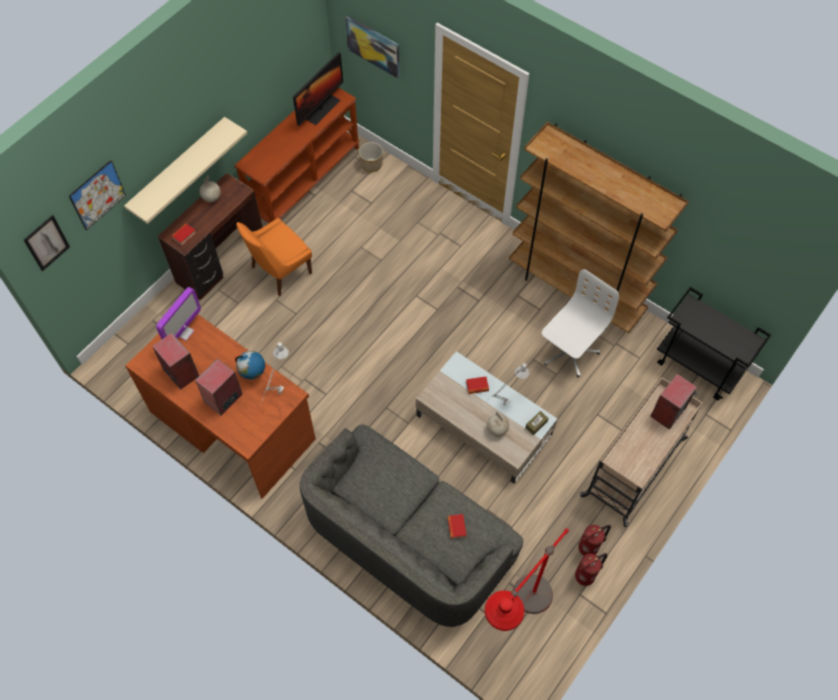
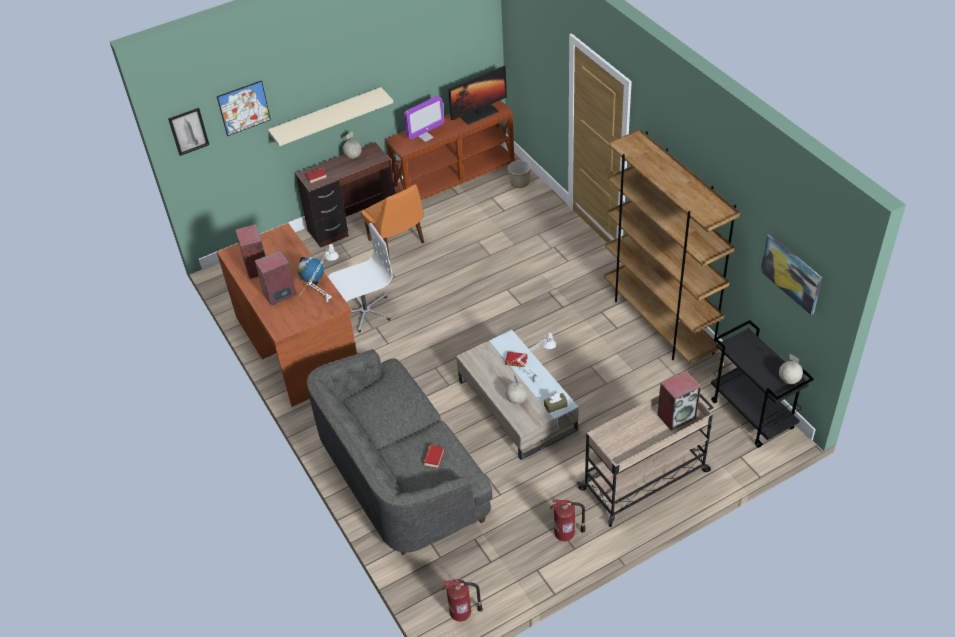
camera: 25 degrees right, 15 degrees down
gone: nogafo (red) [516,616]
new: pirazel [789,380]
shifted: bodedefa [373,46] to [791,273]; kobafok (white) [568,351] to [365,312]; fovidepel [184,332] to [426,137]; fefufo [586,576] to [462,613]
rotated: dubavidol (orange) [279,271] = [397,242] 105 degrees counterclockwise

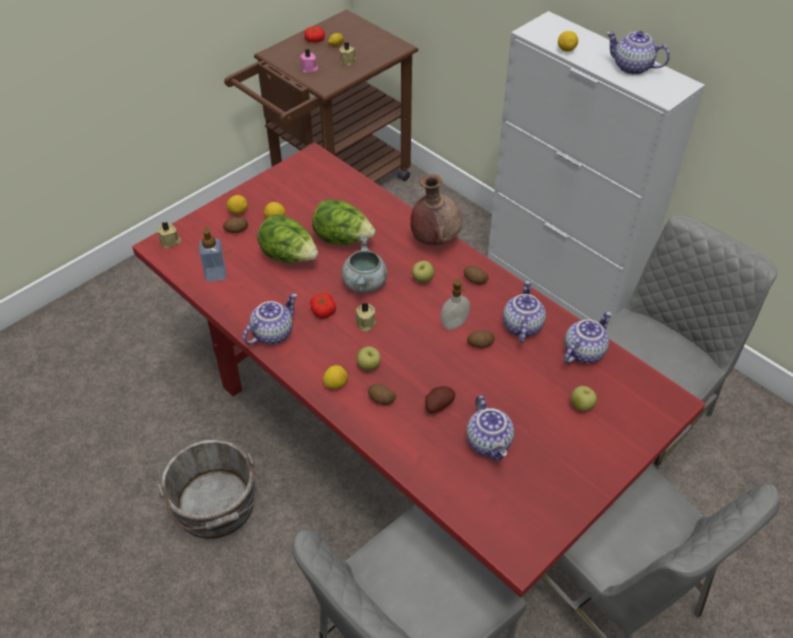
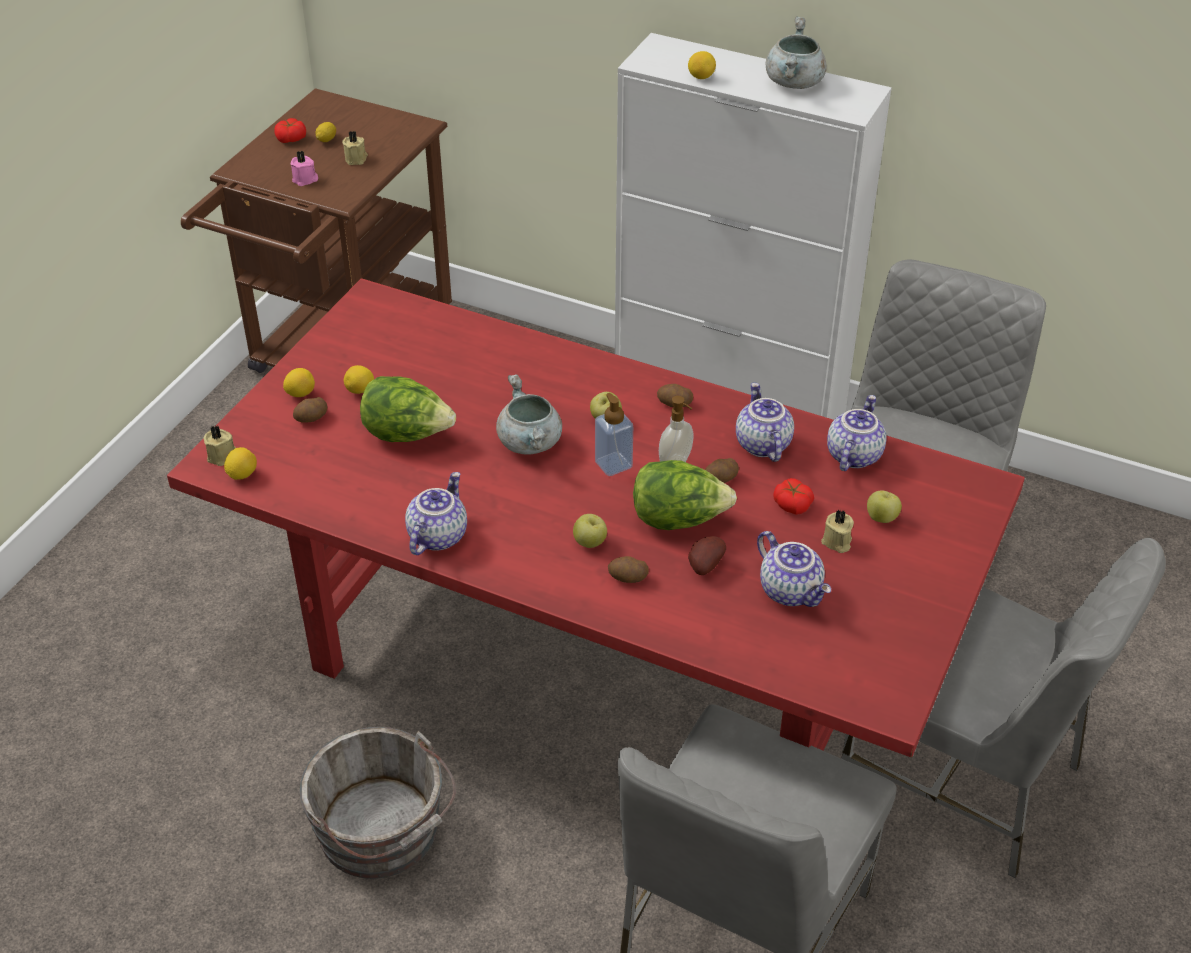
camera: 20 degrees left, 5 degrees down
gone: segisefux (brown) [434,239]
shifted: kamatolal [343,239] to [679,519]; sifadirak [215,274] to [613,464]; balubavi [323,311] to [792,504]; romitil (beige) [365,324] to [836,542]; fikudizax [335,384] to [242,474]
swapped: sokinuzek [632,67] to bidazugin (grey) [795,83]

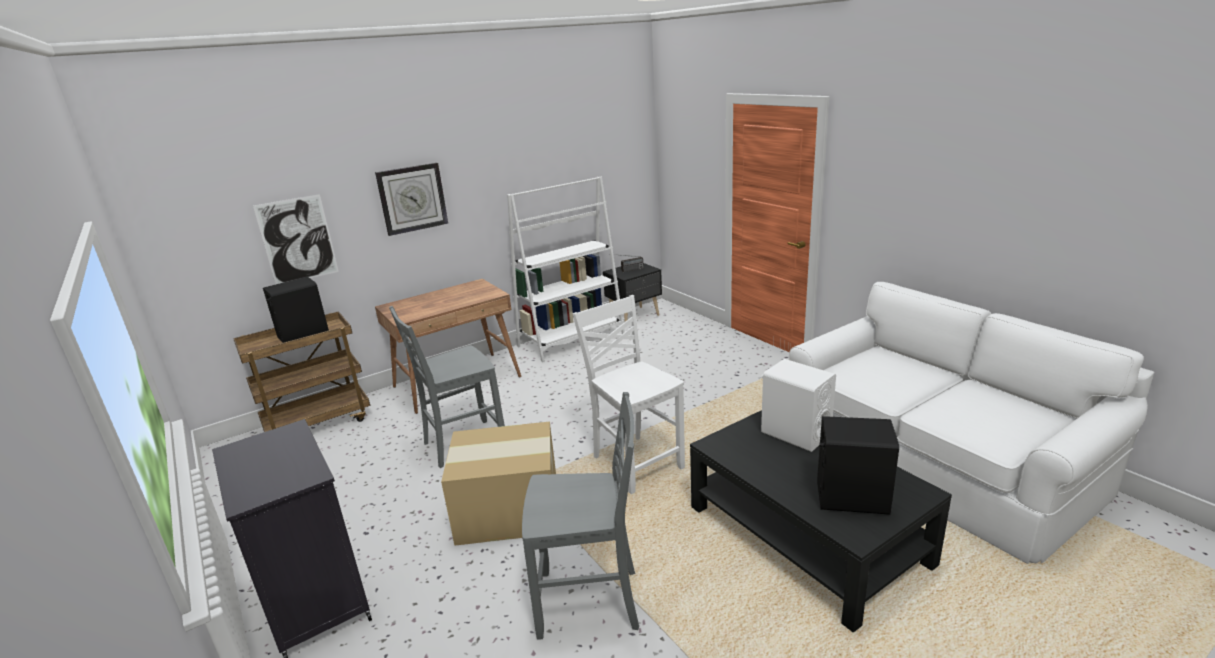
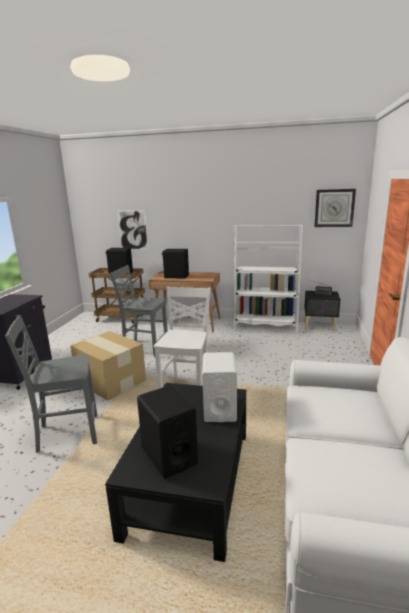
camera: 45 degrees right, 5 degrees down
new: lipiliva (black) [176,276]
shifted: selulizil [412,198] to [334,208]
rotated: dubavidol (grey) [591,602] = [67,433] 120 degrees clockwise

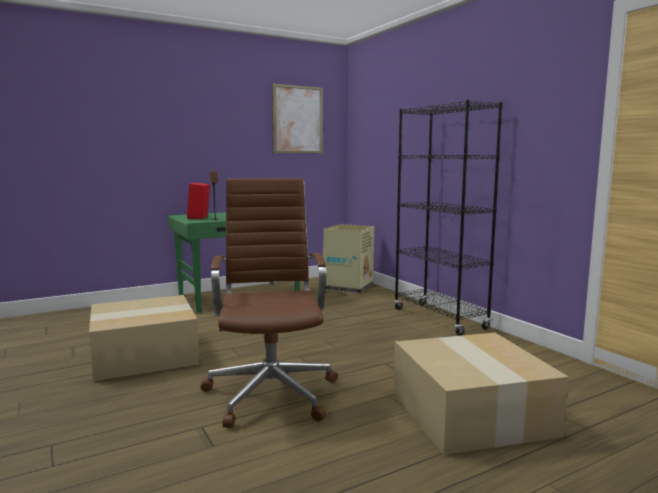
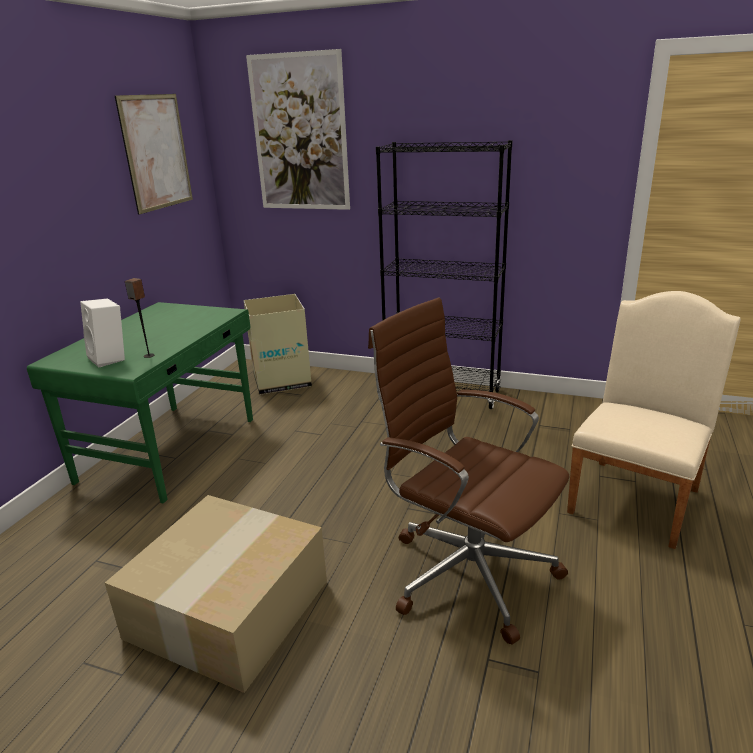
camera: 40 degrees left, 15 degrees up
new: bodedefa [300,134]
swapped: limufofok [474,413] to dubavidol (beige) [637,496]
repainted: lipiliva (red) [199,218] to lipiliva (white) [111,358]

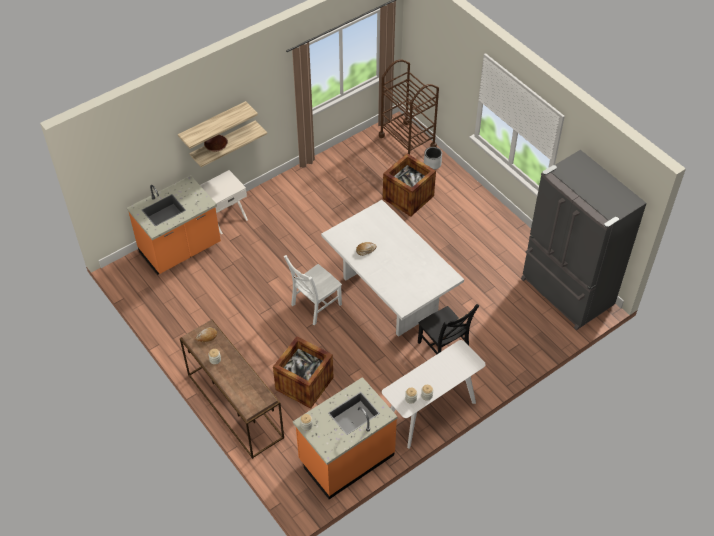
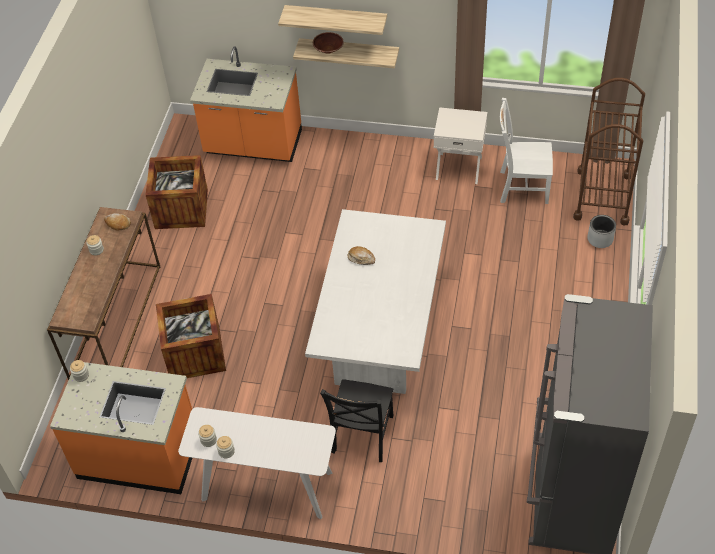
camera: 50 degrees right, 0 degrees up
shifted: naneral [408,197] to [181,209]; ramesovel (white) [226,217] to [459,167]; dubavidol (white) [314,306] to [521,187]

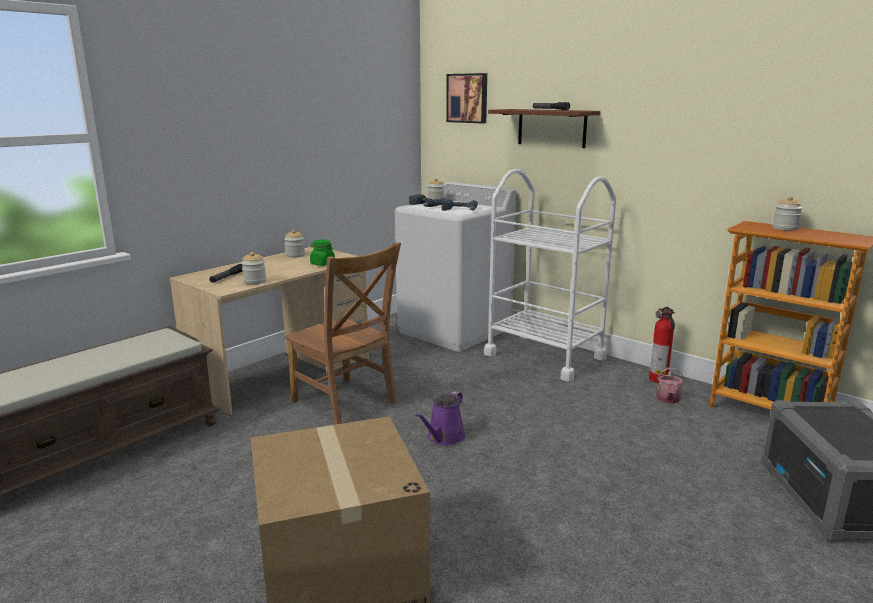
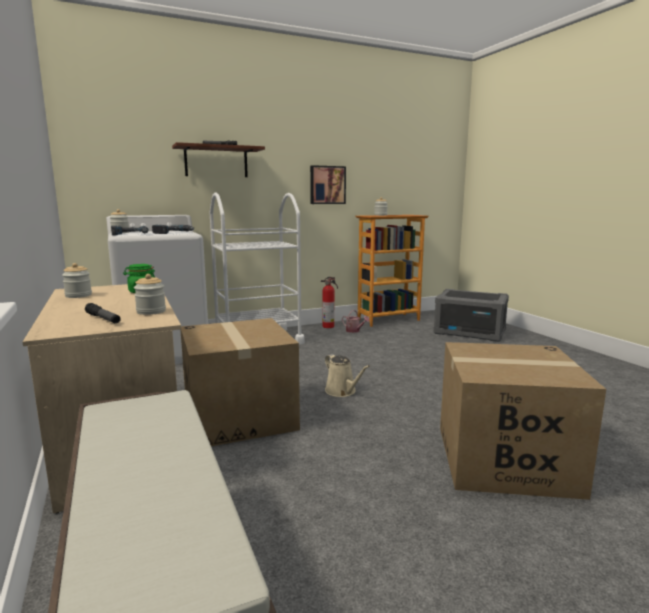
camera: 65 degrees left, 5 degrees down
shifted: bodedefa [468,98] to [327,185]
swapped: dubavidol (brown) [346,403] to limufofok [240,416]
repainted: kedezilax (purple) [444,438] to kedezilax (beige) [342,391]

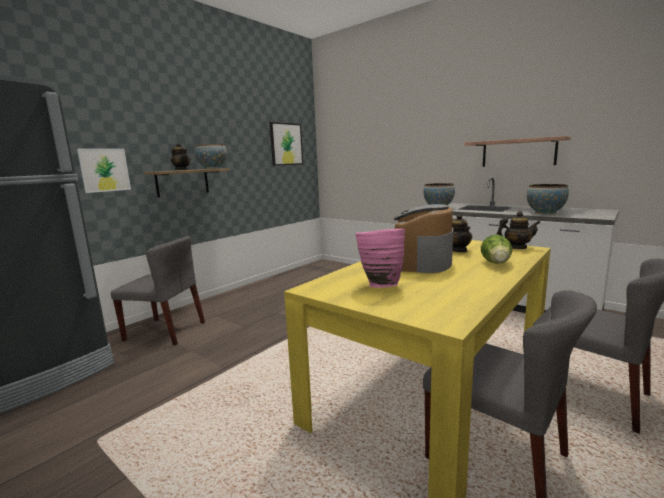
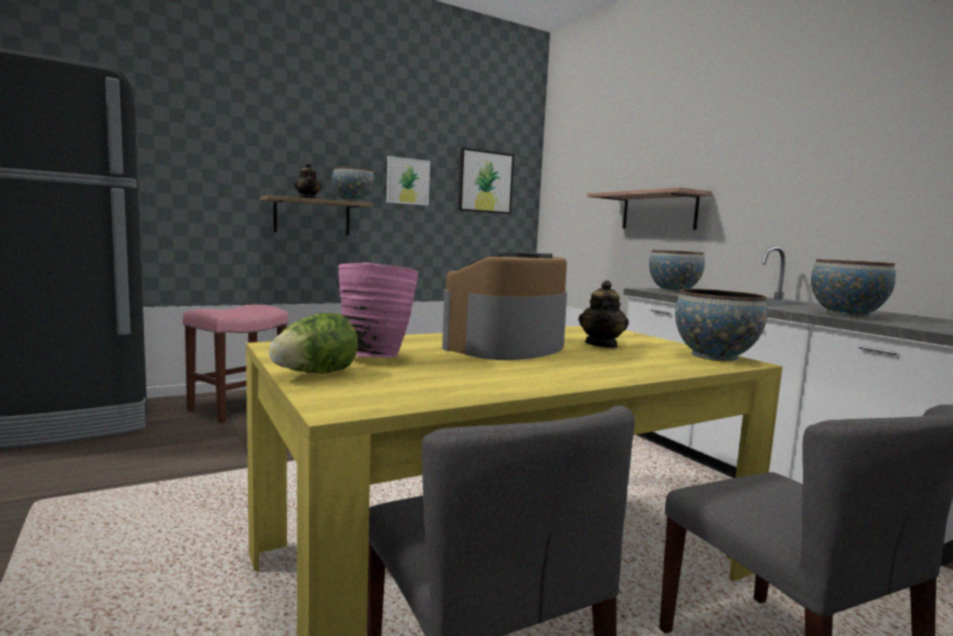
camera: 20 degrees right, 5 degrees down
shifted: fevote [518,153] to [659,211]; bodedefa [104,170] to [408,181]; kamatolal [496,264] to [315,374]
swapped: sokinuzek [516,247] to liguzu [714,356]; dubavidol (grey) [166,331] to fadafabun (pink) [237,408]

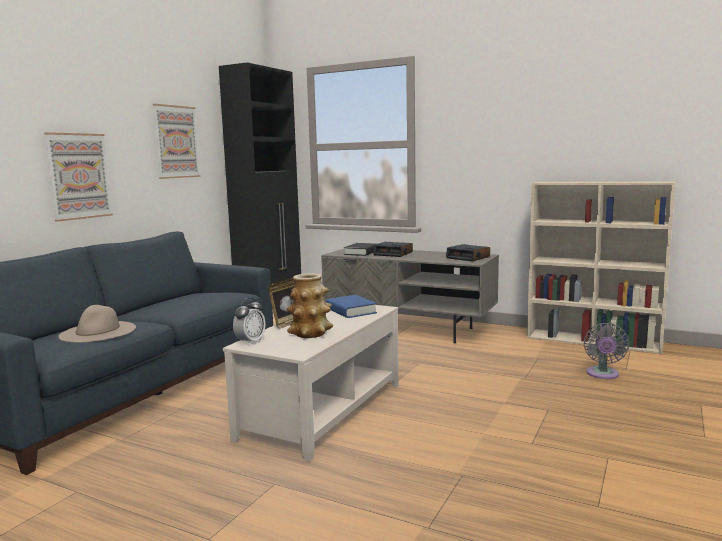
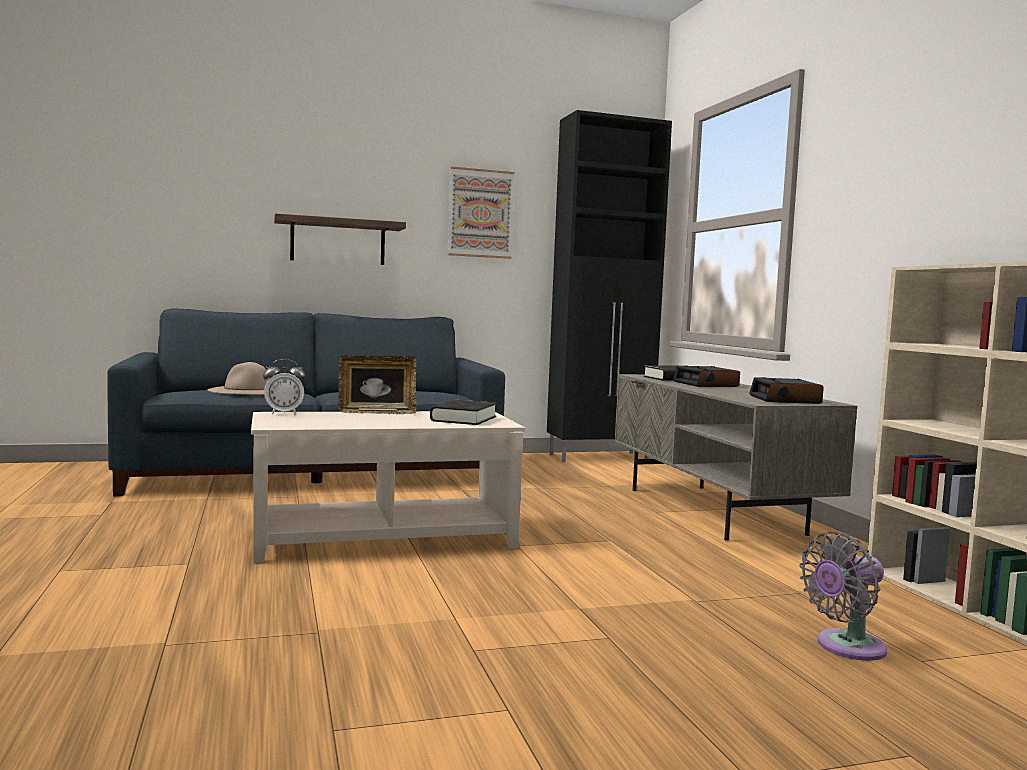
camera: 45 degrees right, 5 degrees down
gone: segisefux [311,333]
swapped: bodedefa [79,176] to fevote [338,242]
repainted: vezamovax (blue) [351,311] to vezamovax (black) [464,419]

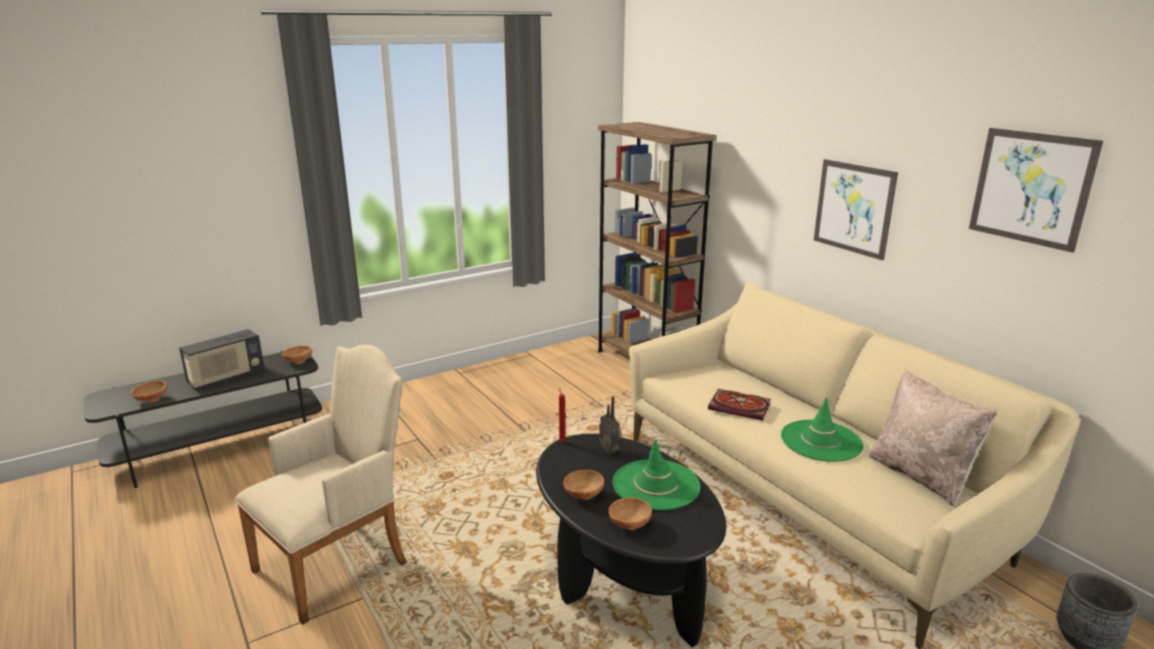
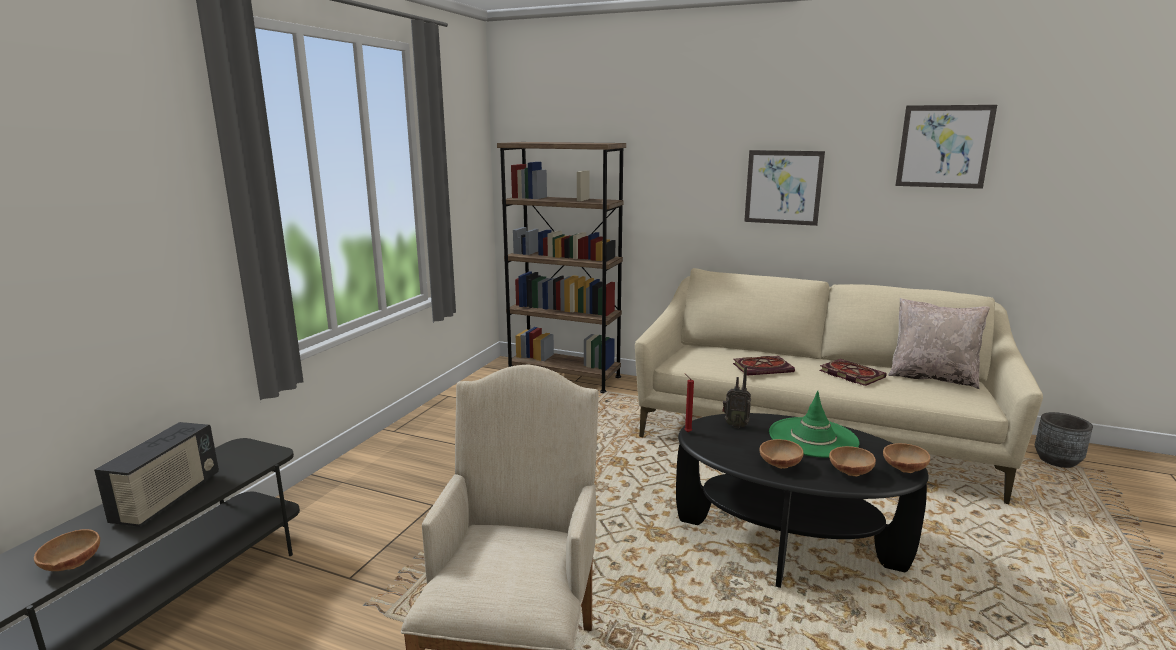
camera: 35 degrees left, 5 degrees down
shifted: liguzu (brown) [298,361] to [903,469]
swapped: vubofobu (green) [821,441] to vezamovax [849,374]

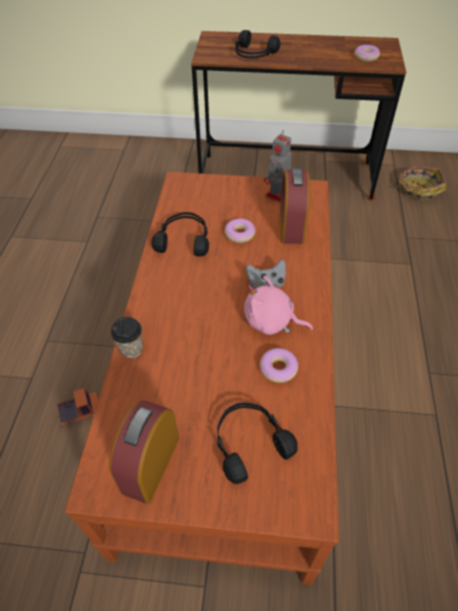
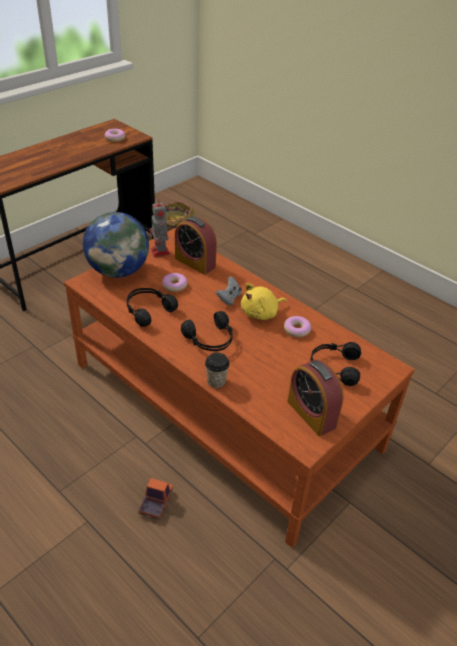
camera: 55 degrees left, 10 degrees down
new: pirazel [118,271]
shifted: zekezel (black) [253,55] to [210,340]
repainted: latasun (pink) [271,321] to latasun (yellow) [261,313]

